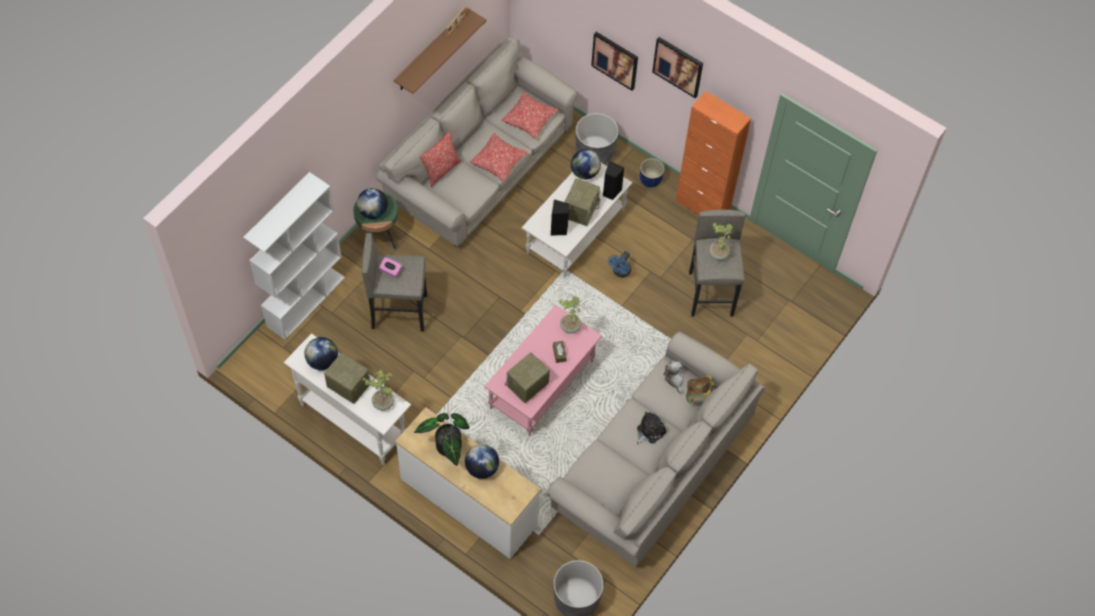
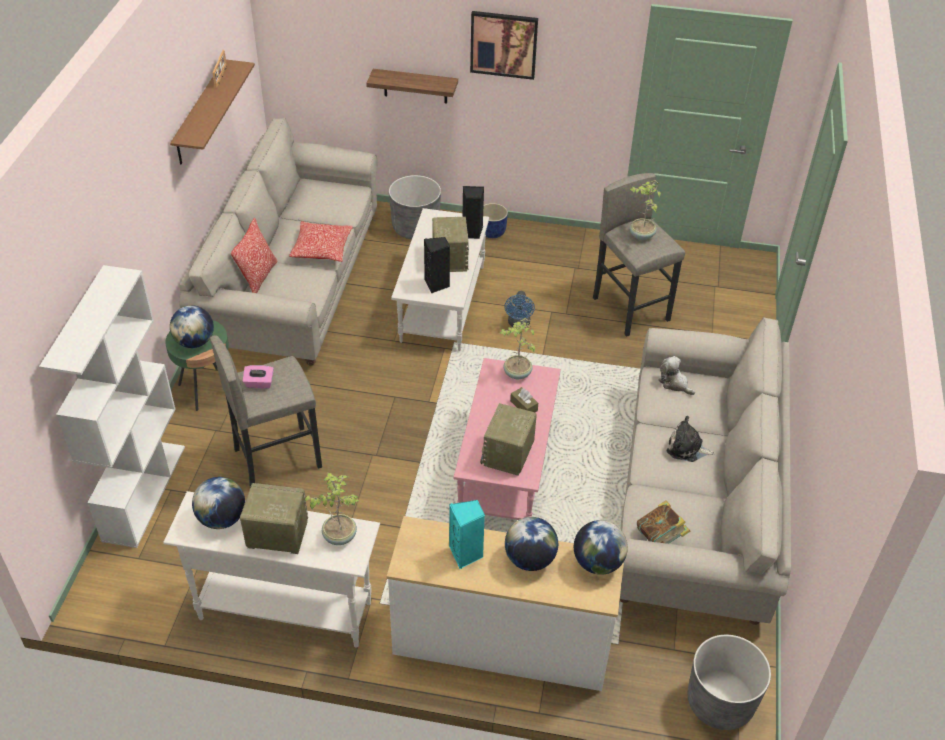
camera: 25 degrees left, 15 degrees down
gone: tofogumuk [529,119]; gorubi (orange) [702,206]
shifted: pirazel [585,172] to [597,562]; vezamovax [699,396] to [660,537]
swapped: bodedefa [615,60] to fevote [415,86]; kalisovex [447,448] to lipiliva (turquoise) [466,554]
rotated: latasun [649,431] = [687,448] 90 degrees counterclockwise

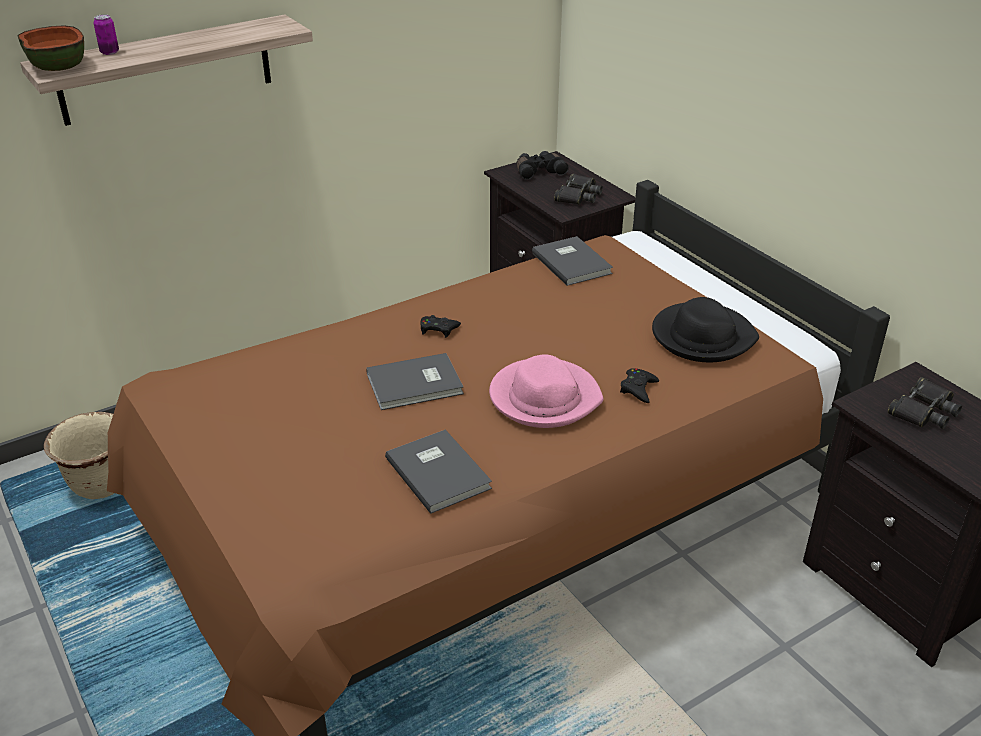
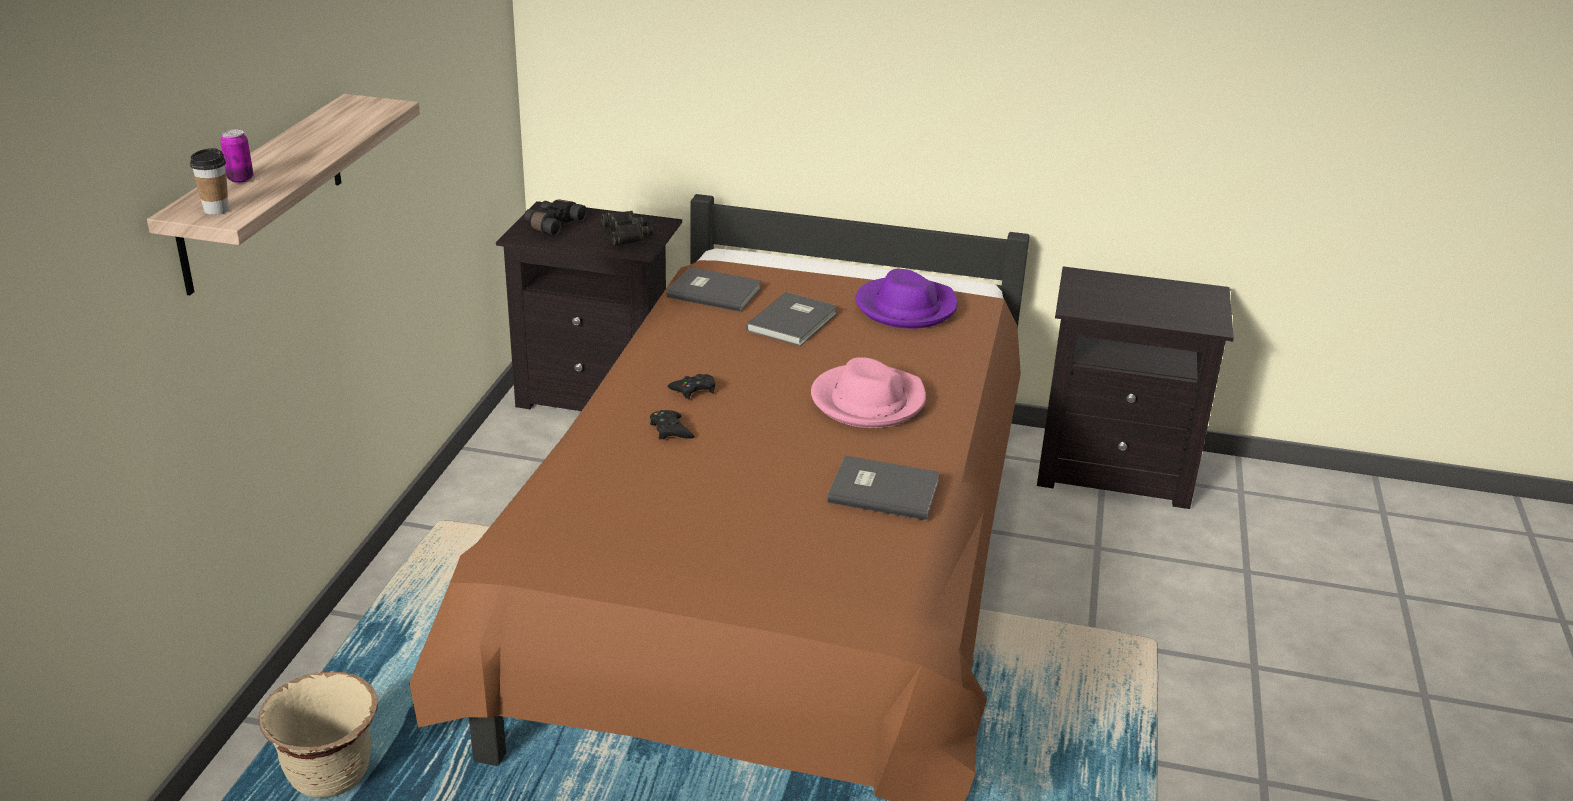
camera: 45 degrees left, 5 degrees down
gone: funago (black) [923,410]
shifted: vezamovax (grey) [416,385] to [795,322]; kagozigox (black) [638,389] to [670,430]
swapped: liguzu [57,67] to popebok [216,210]
repainted: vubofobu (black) [702,336] to vubofobu (purple) [905,307]

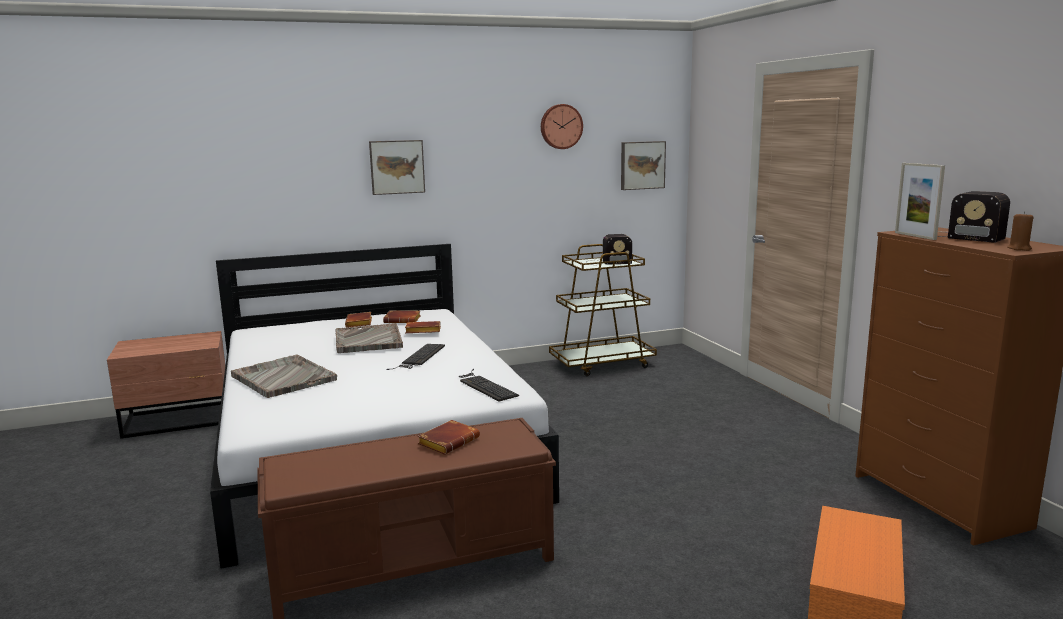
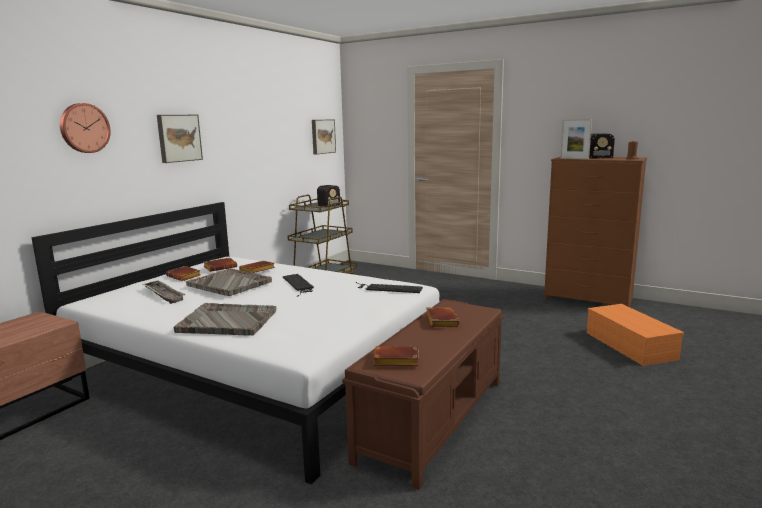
camera: 40 degrees left, 0 degrees up
new: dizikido [163,295]; vezamovax (brown) [395,361]
shifted: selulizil [561,126] to [84,128]

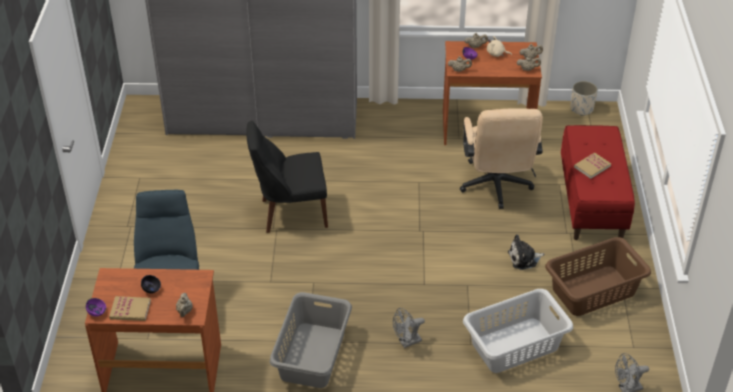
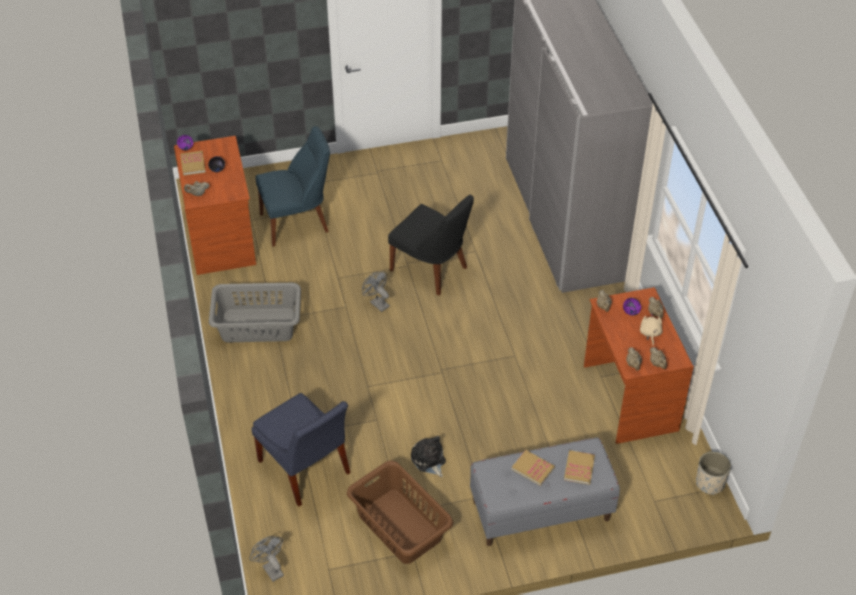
camera: 75 degrees right, 5 degrees up
gone: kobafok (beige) [496,188]
new: vezamovax [579,468]
shifted: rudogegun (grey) [407,342] to [377,303]
swapped: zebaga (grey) [515,345] to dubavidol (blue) [305,470]
repainted: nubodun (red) [592,202] to nubodun (grey) [541,511]
rotated: dubavidol (black) [290,213] = [431,270] 150 degrees clockwise

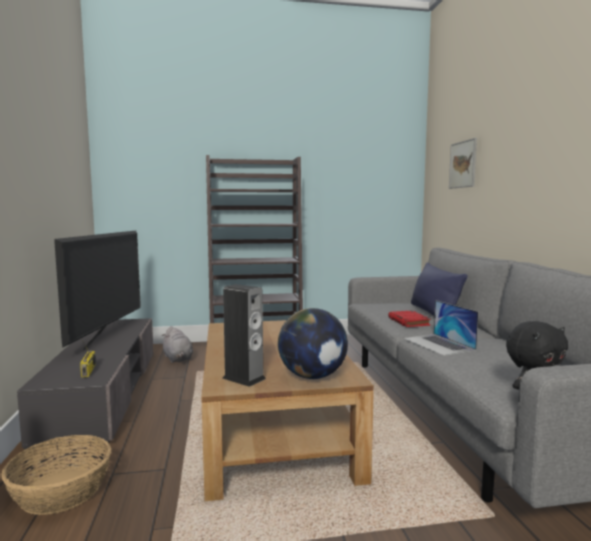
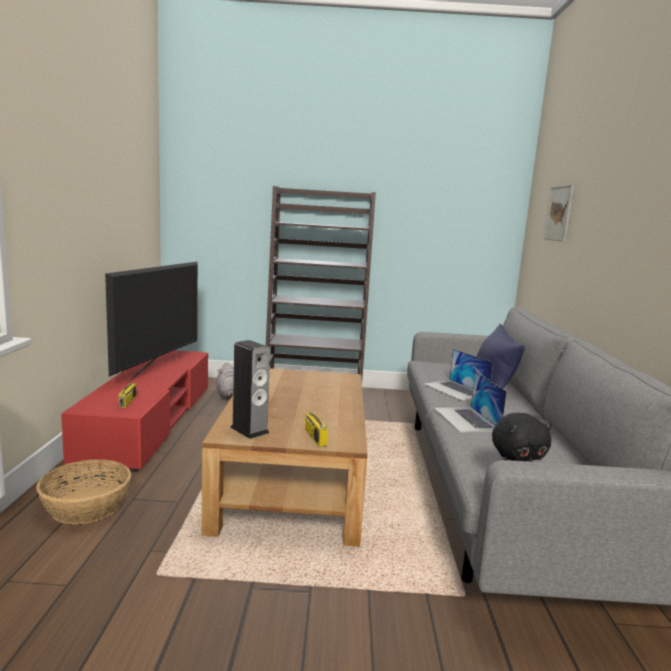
camera: 10 degrees right, 5 degrees up
swapped: pirazel [312,376] to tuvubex [314,436]; vezamovax (red) [409,322] to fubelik [455,390]
repainted: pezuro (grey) [104,391] to pezuro (red) [149,421]

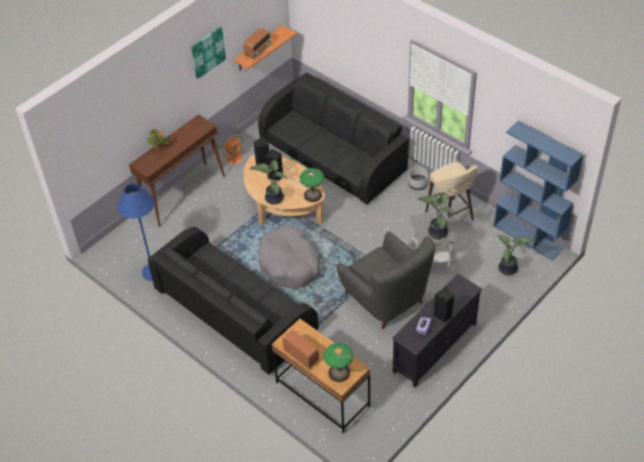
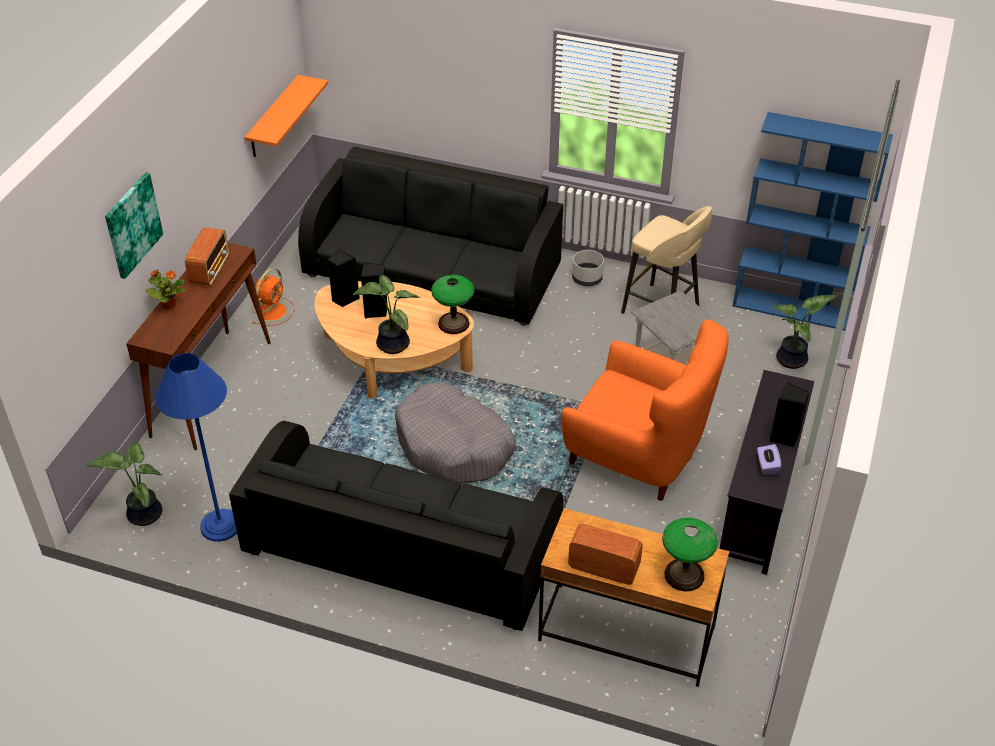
camera: 25 degrees left, 5 degrees down
shifted: bodedefa [207,52] to [132,225]; tuvubex [258,51] to [210,270]; kalisovex [437,232] to [143,514]
repainted: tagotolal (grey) [385,299] to tagotolal (orange) [638,455]

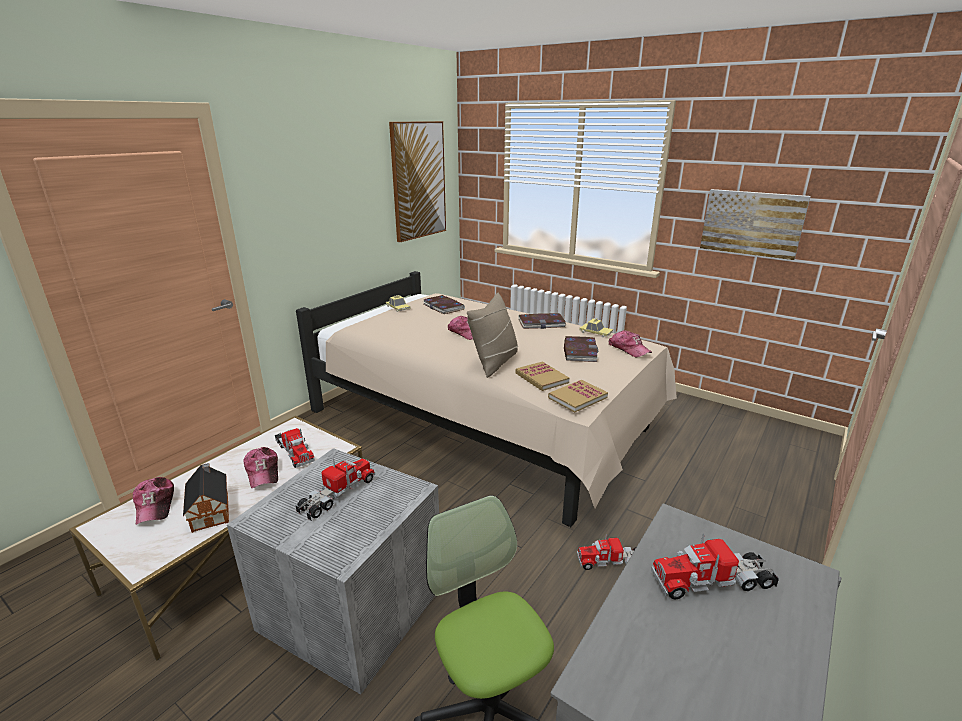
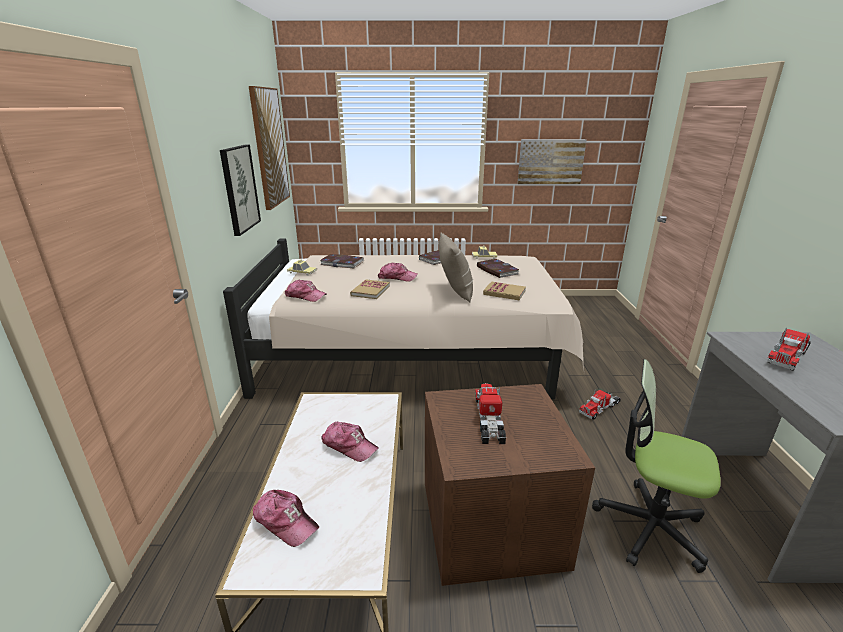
camera: 35 degrees left, 0 degrees up
gone: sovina [294,451]; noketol [211,510]
new: bodedefa [239,189]
shifted: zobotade [628,349] to [305,296]; vezamovax [577,397] to [370,291]
repainted: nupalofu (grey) [349,608] to nupalofu (brown) [490,524]

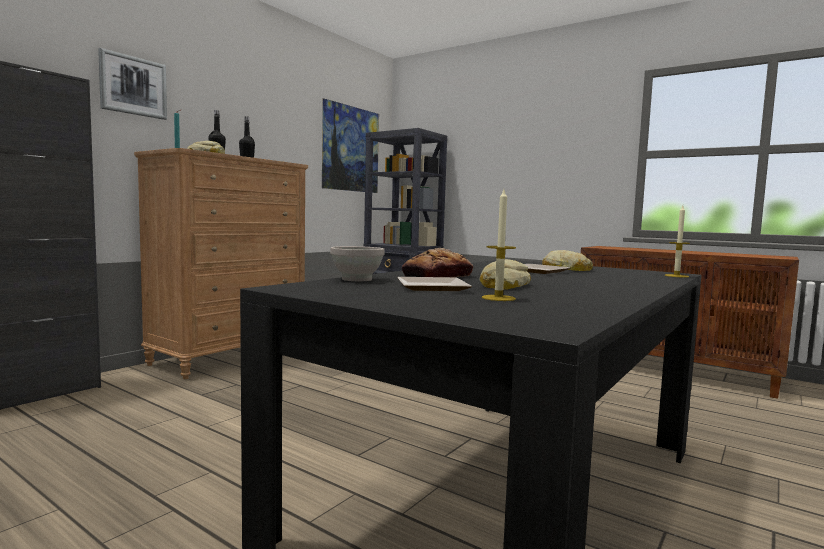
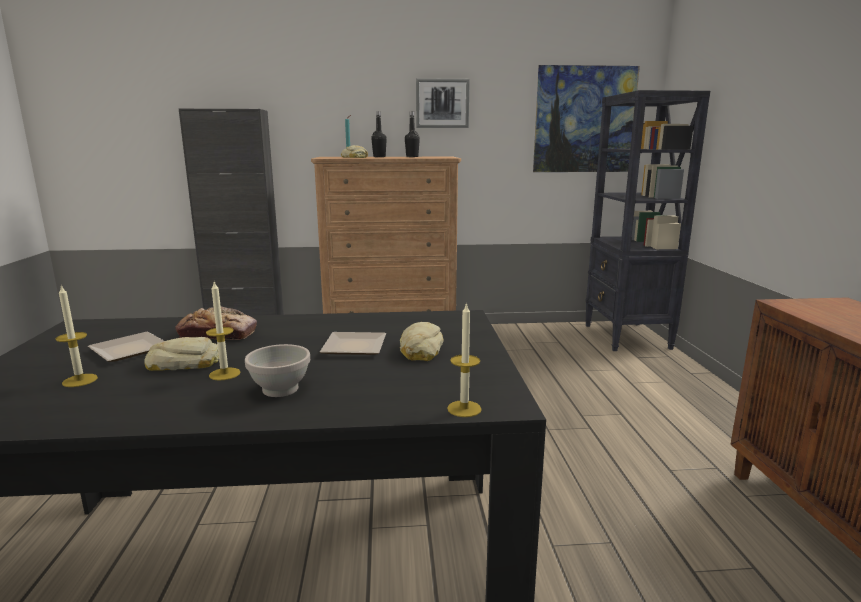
camera: 50 degrees right, 10 degrees up
new: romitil [224,374]
shifted: bodedefa [133,86] to [442,103]; liguzu (white) [356,279] to [279,389]

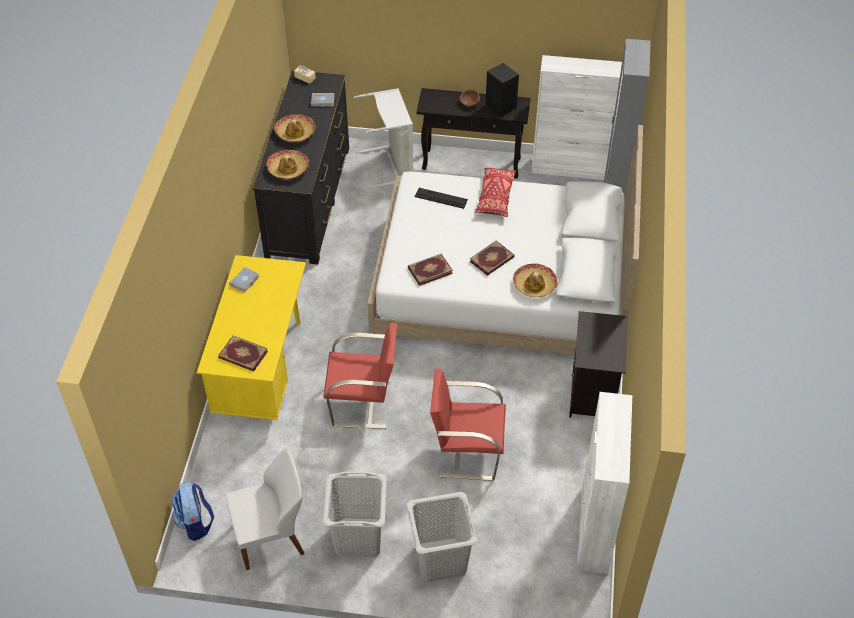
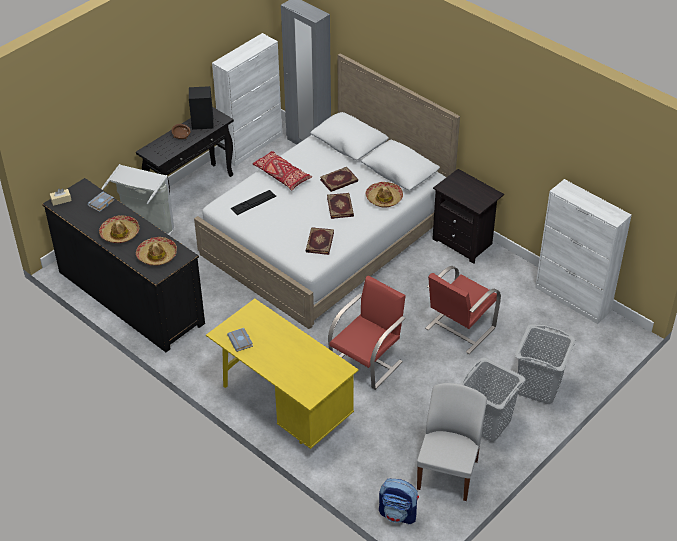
camera: 55 degrees left, 5 degrees down
shifted: vezamovax [243,355] to [339,181]

